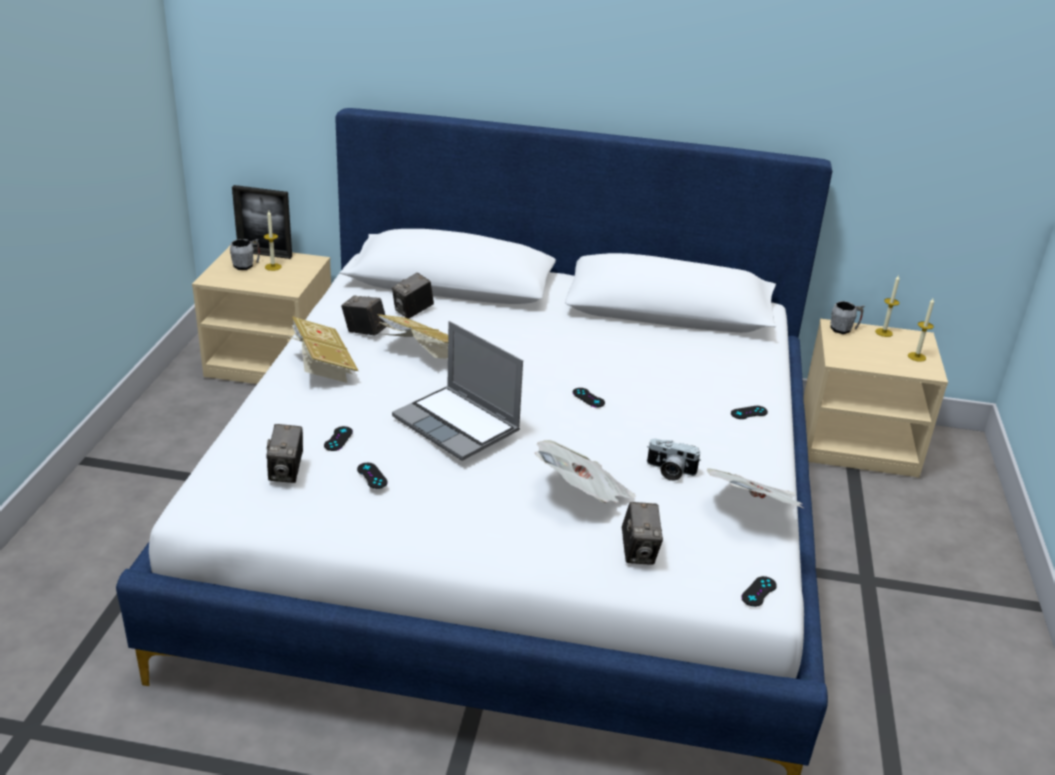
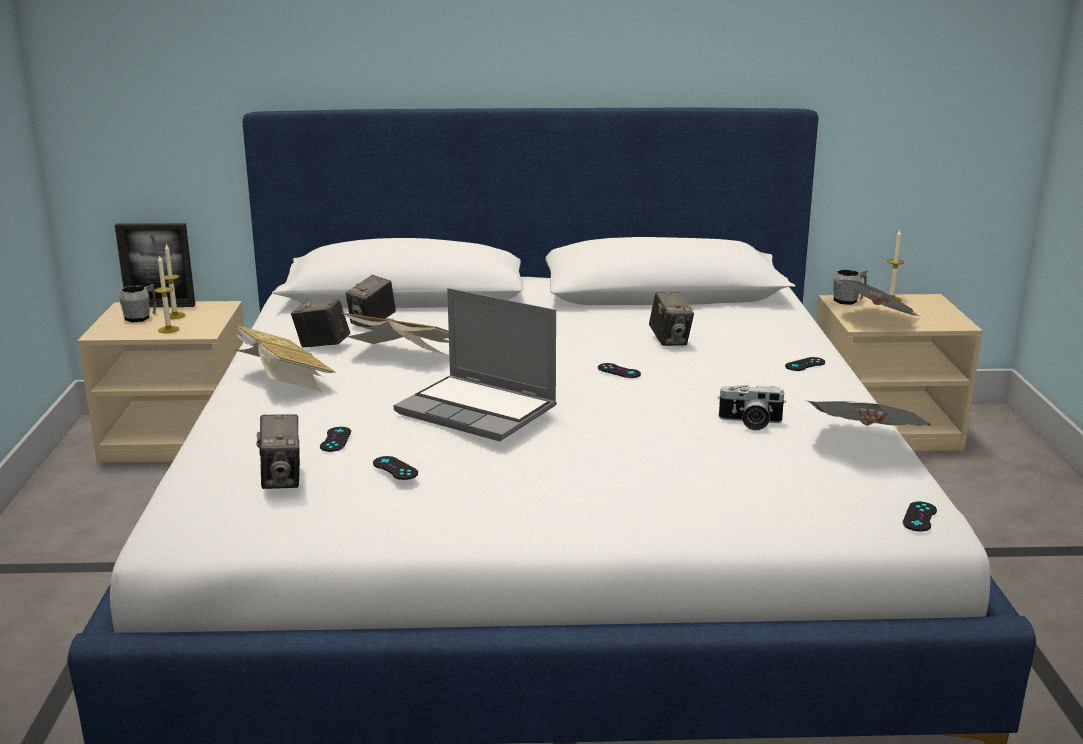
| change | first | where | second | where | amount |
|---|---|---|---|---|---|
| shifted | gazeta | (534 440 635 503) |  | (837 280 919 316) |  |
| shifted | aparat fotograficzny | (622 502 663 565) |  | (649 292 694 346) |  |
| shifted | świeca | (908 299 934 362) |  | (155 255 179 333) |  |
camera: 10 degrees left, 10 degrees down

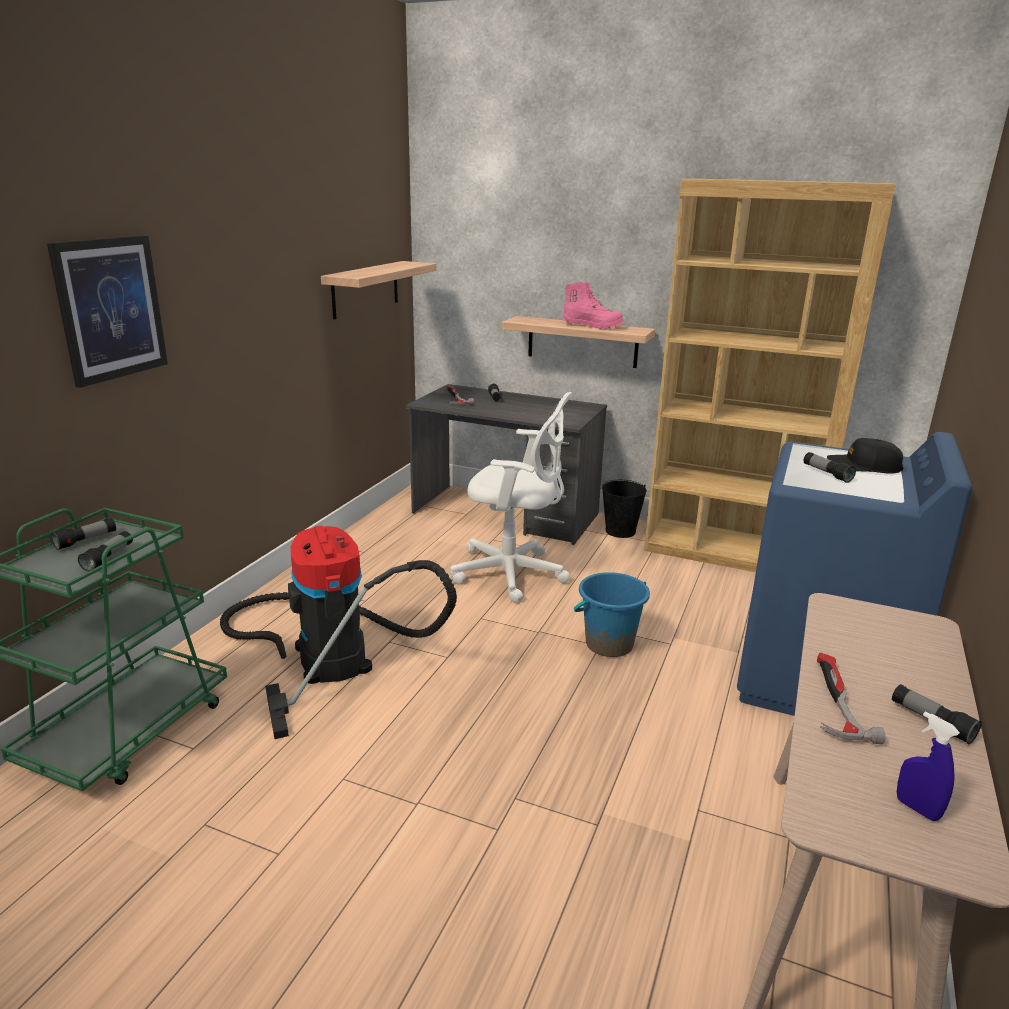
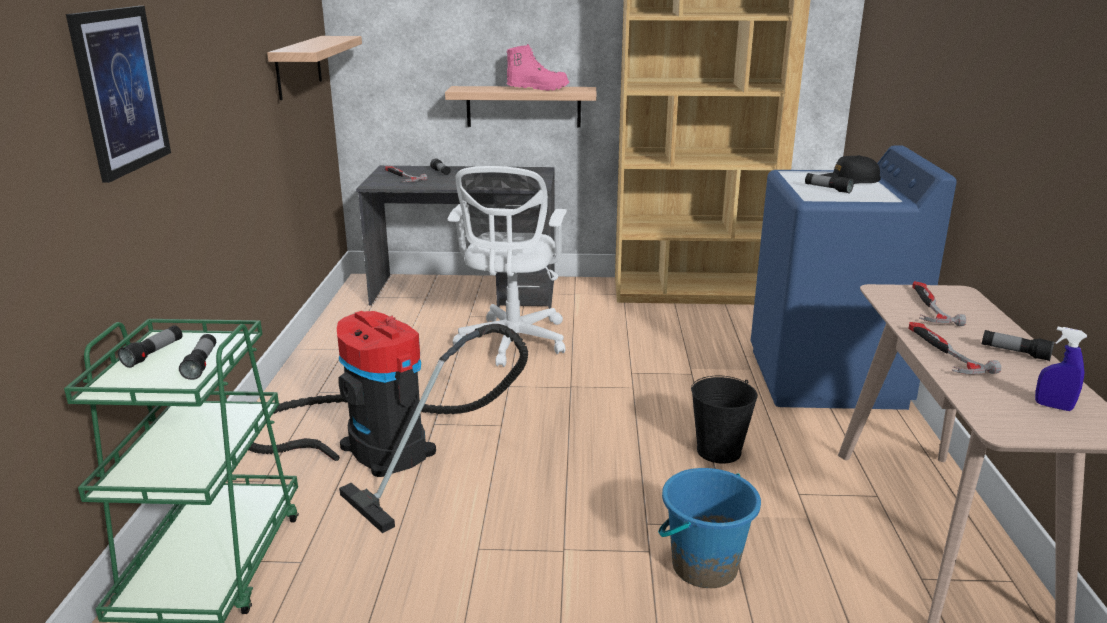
| change | first | where | second | where | amount |
|---|---|---|---|---|---|
| new |  |  | młotek | (912 281 966 326) |  |
| shifted | wiadro [niebieski] | (574 572 650 657) |  | (658 468 761 588) |  |
| shifted | wiadro [czarny] | (602 480 647 538) |  | (691 376 758 464) |  |
| rotated | krzesło biurowe [biały] | (450 392 572 603) |  | (447 166 567 367) | 105 degrees clockwise |
camera: 20 degrees left, 0 degrees up

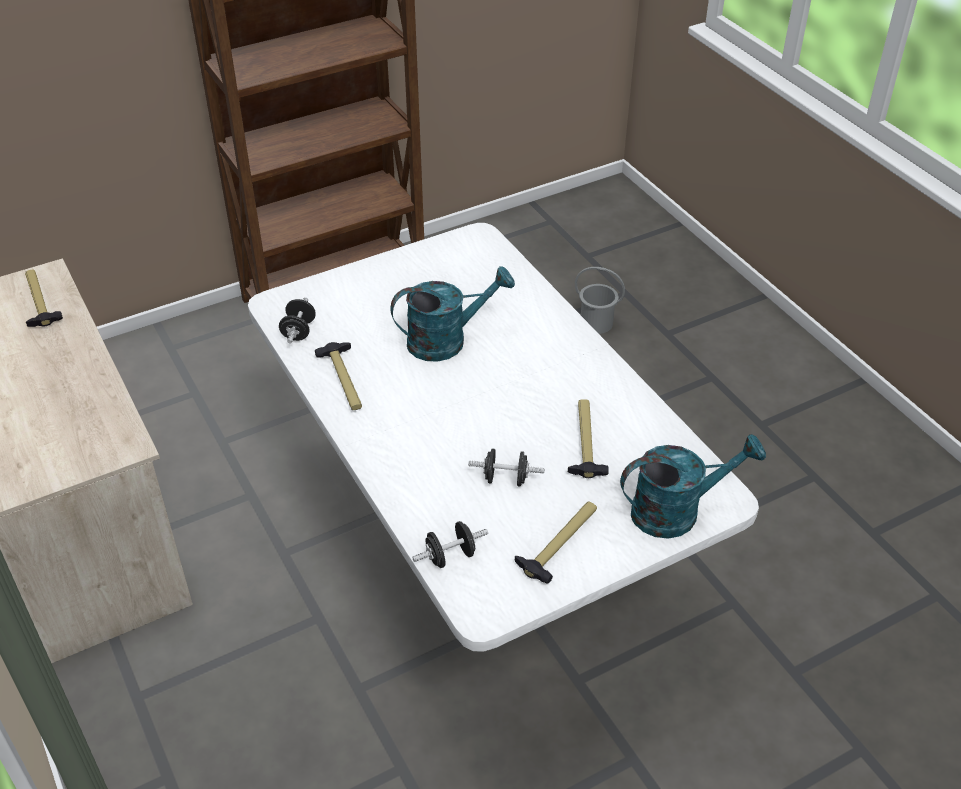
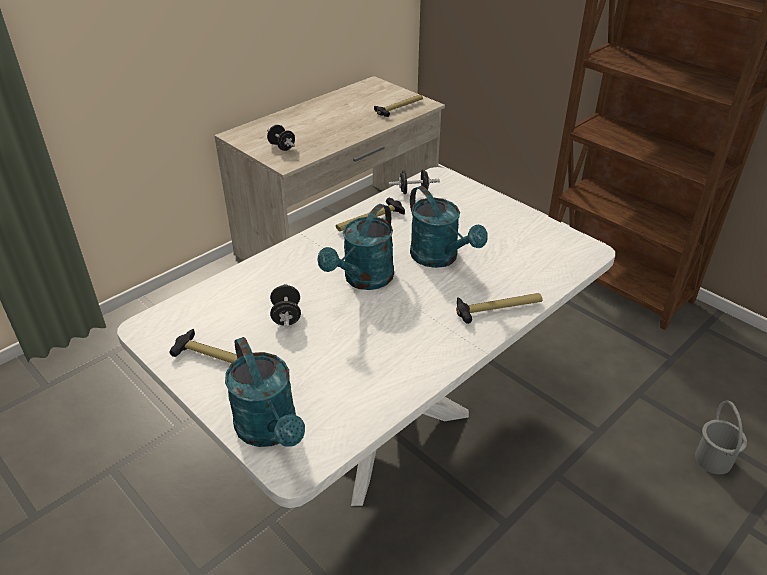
| change | first | where | second | where | amount |
|---|---|---|---|---|---|
| new |  |  | konewka [turkusowy] | (318 204 394 290) |  |
| shifted | hantel [czarny] | (412 521 488 568) |  | (267 125 295 151) |  |
| shifted | młotek | (568 399 609 478) |  | (456 293 543 324) |  |
camera: 75 degrees right, 5 degrees down

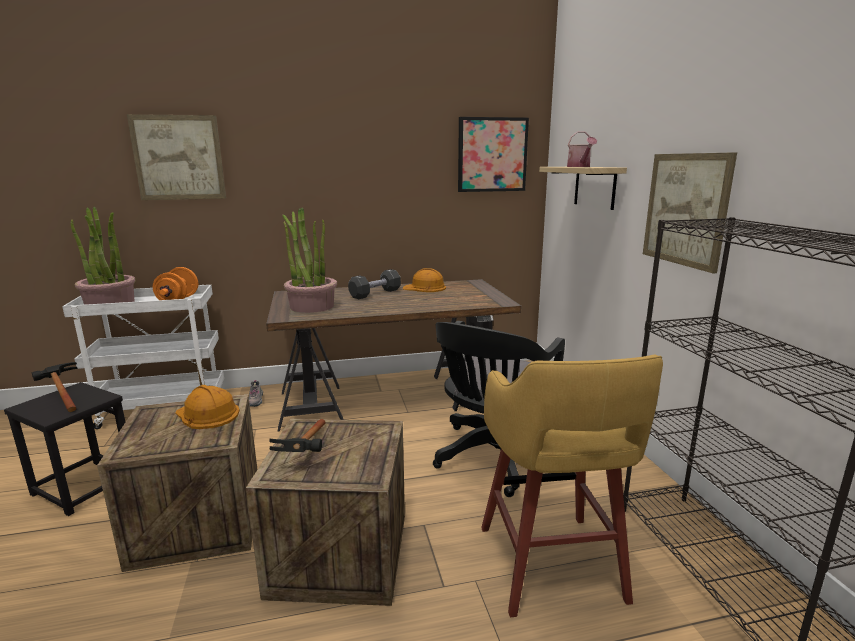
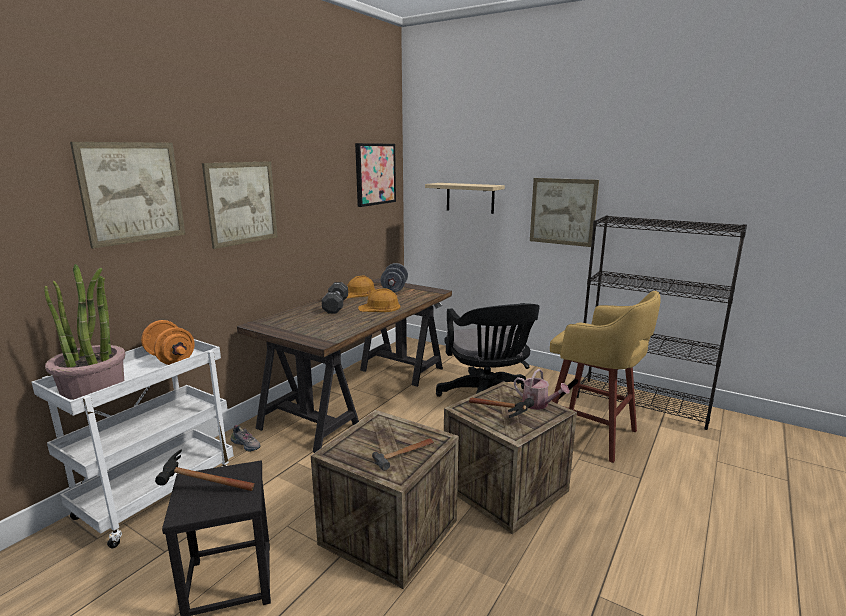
| change | first | where | second | where | amount |
|---|---|---|---|---|---|
| gone | roślina doniczkowa | (282 208 337 313) |  |  |  |
| new |  |  | obraz | (202 161 278 249) |  |
| new |  |  | młotek | (372 438 434 471) |  |
| new |  |  | hantel [szary] | (381 263 408 292) |  |
| shifted | kask [pomarańczowy] | (175 385 240 429) |  | (358 288 400 312) |  |
| shifted | konewka | (567 132 597 167) |  | (514 369 570 410) |  |
camera: 45 degrees left, 0 degrees up

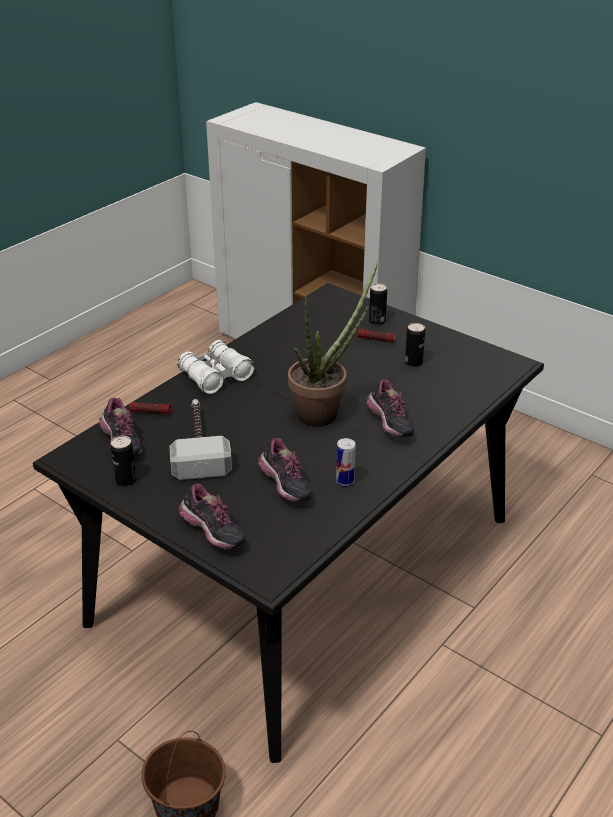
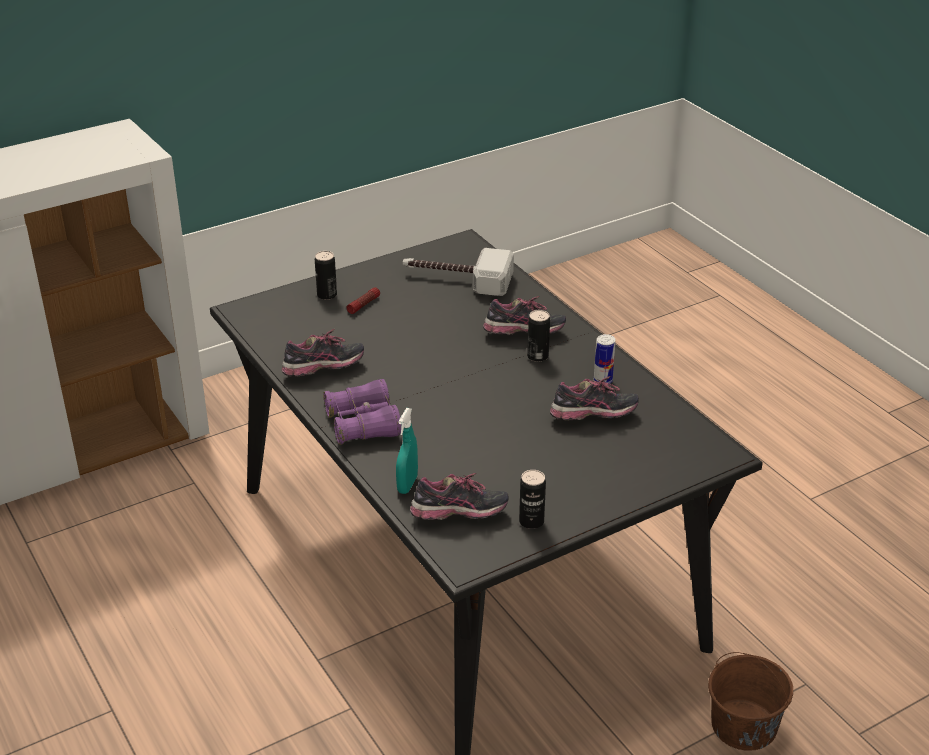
| change | first | where | second | where | amount |
|---|---|---|---|---|---|
| gone | roślina doniczkowa | (288 262 378 427) |  |  |  |
| shifted | młotek | (169 399 232 480) |  | (403 248 514 296) |  |
| shifted | but | (178 484 246 549) |  | (282 329 364 377) |  |
| shifted | puszka | (405 323 425 367) |  | (527 310 550 362) |  |
| swapped | latarka | (129 402 171 414) | spryskiwacz [turkusowy] | (396 408 418 494) |  |
| repainted | lornetka [biały] | (177 340 254 394) | lornetka [fioletowy] | (323 379 401 445) |  |
camera: 70 degrees left, 0 degrees up

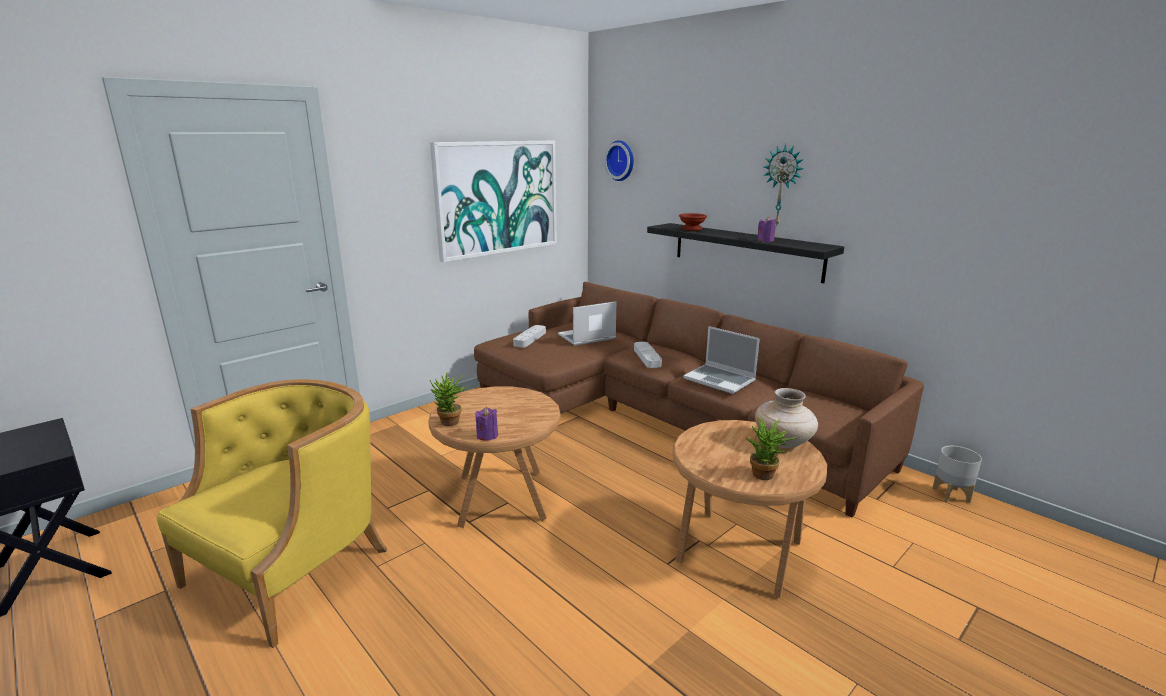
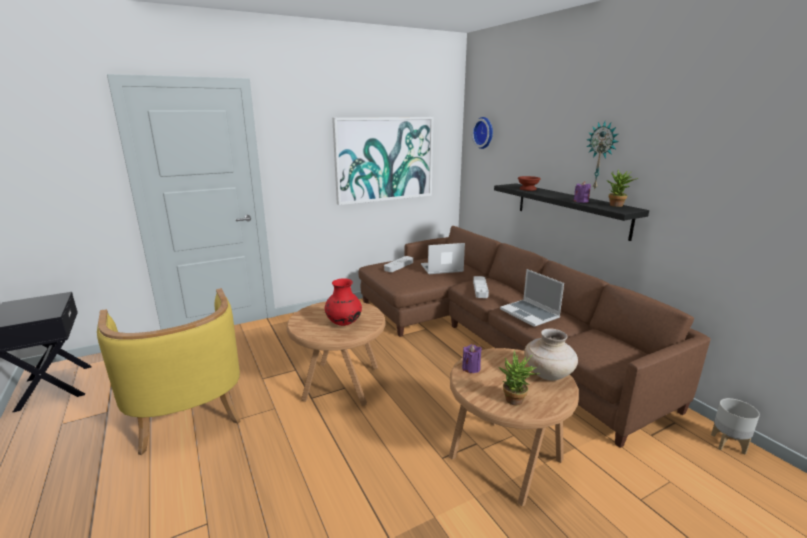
| change | first | where | second | where | amount |
|---|---|---|---|---|---|
| new |  |  | wazon [czerwony] | (325 278 362 326) |  |
| shifted | roślina doniczkowa | (430 372 466 426) |  | (607 170 638 207) |  |
| shifted | świeca [fioletowy] | (475 407 498 441) |  | (462 344 482 373) |  |
| rotated | fotel [żółty] | (157 379 387 648) |  | (97 288 240 455) | 105 degrees clockwise |
camera: 15 degrees right, 0 degrees up

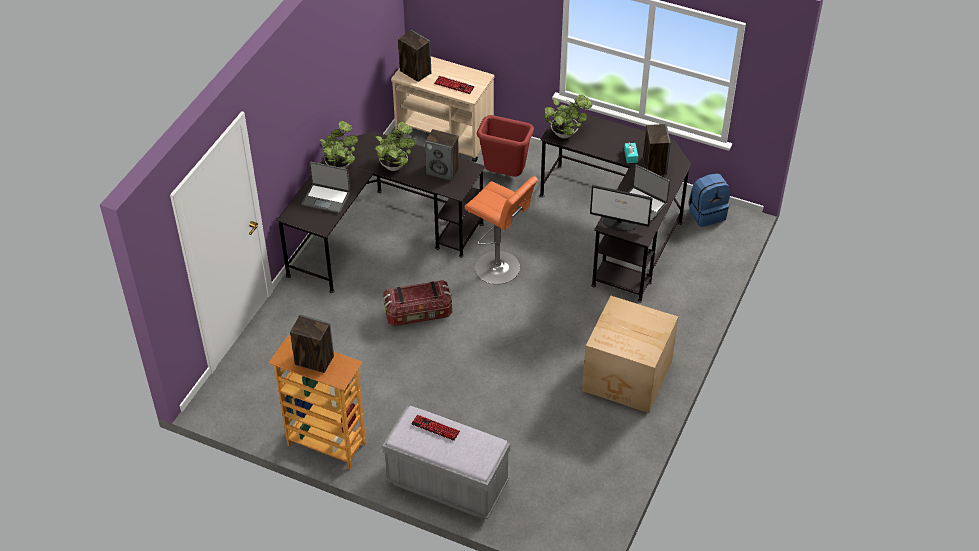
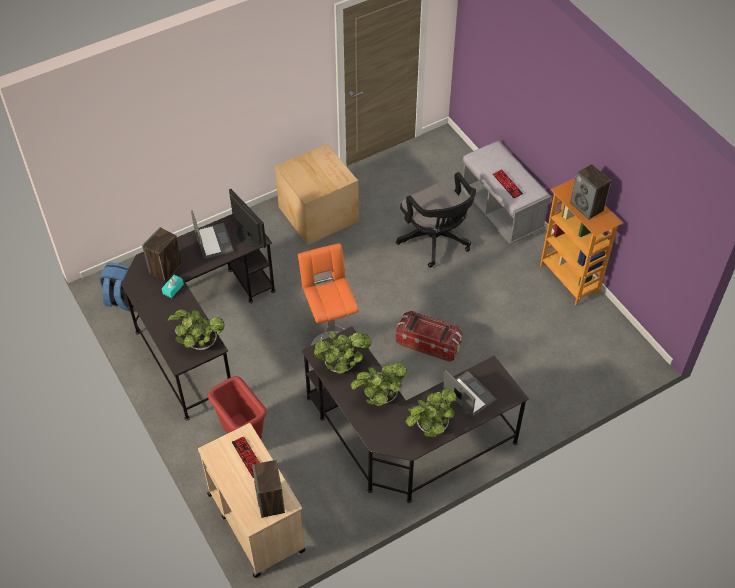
| change | first | where | second | where | amount |
|---|---|---|---|---|---|
| new |  |  | krzesło biurowe [czarny] | (396 172 476 268) |  |
| swapped | głośnik | (425 129 459 181) | roślina doniczkowa | (314 331 371 374) |  |
camera: 145 degrees left, 5 degrees up

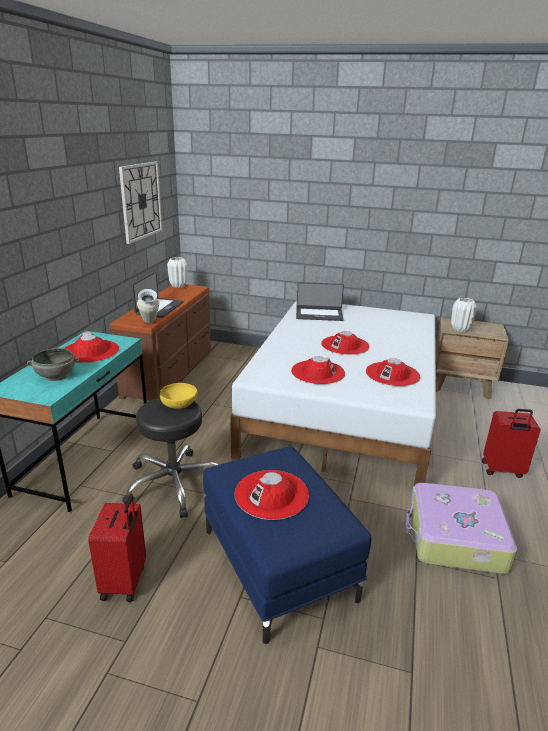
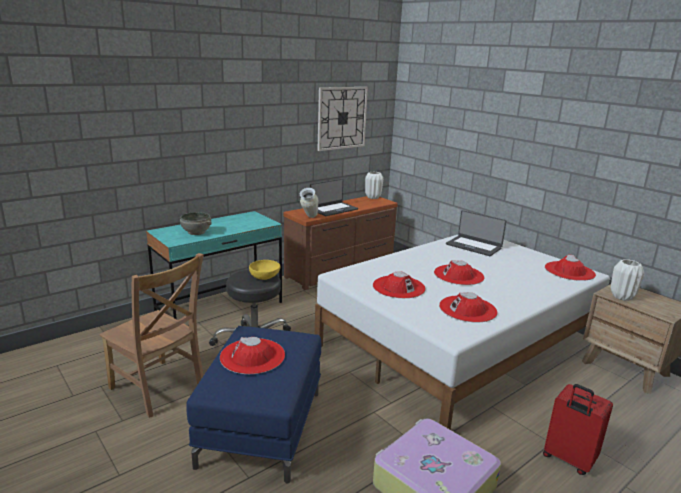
| change | first | where | second | where | amount |
|---|---|---|---|---|---|
| shifted | kapelusz [czerwony] | (64 332 119 363) |  | (545 255 596 281) |  |
| swapped | walizka [czerwony] | (88 495 146 602) | krzesło [brązowy] | (99 253 204 418) |  |
camera: 35 degrees right, 5 degrees down

